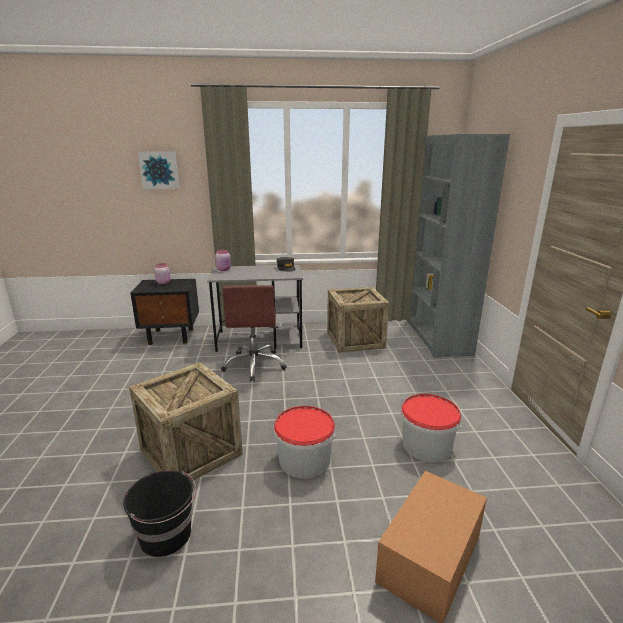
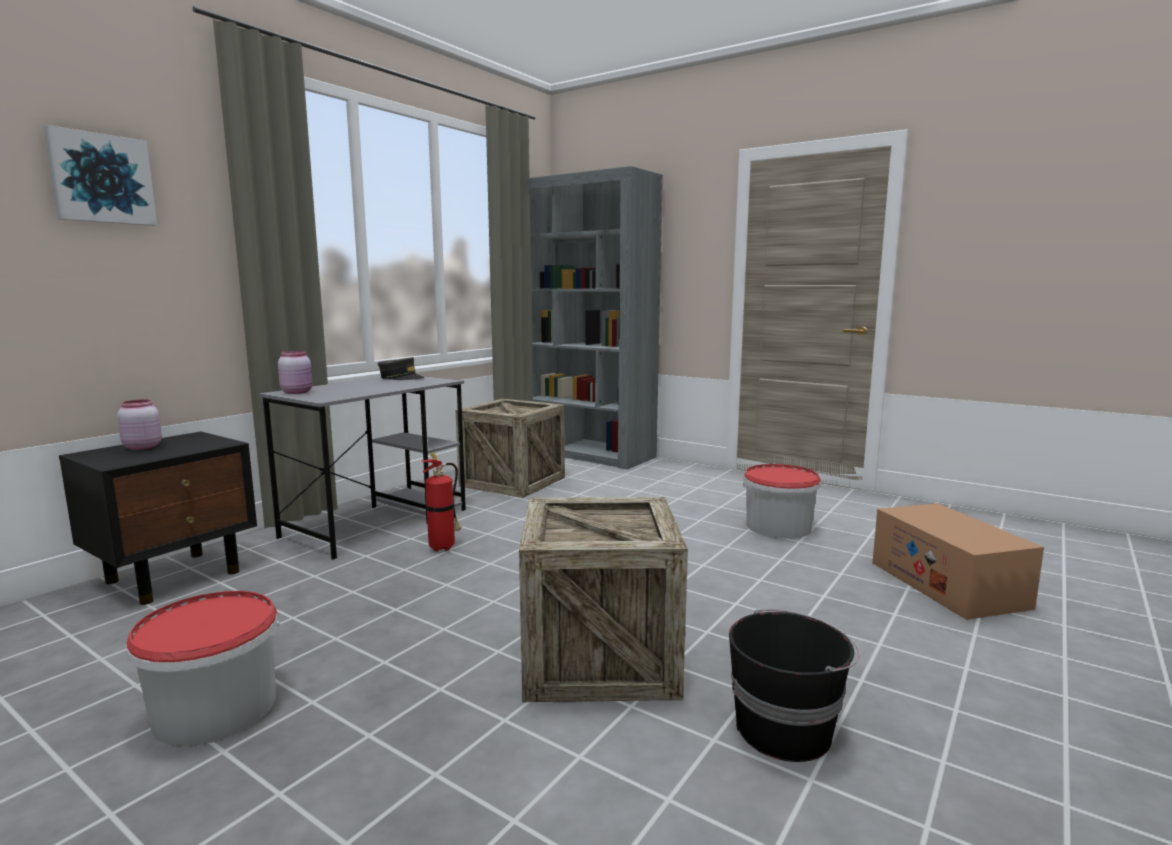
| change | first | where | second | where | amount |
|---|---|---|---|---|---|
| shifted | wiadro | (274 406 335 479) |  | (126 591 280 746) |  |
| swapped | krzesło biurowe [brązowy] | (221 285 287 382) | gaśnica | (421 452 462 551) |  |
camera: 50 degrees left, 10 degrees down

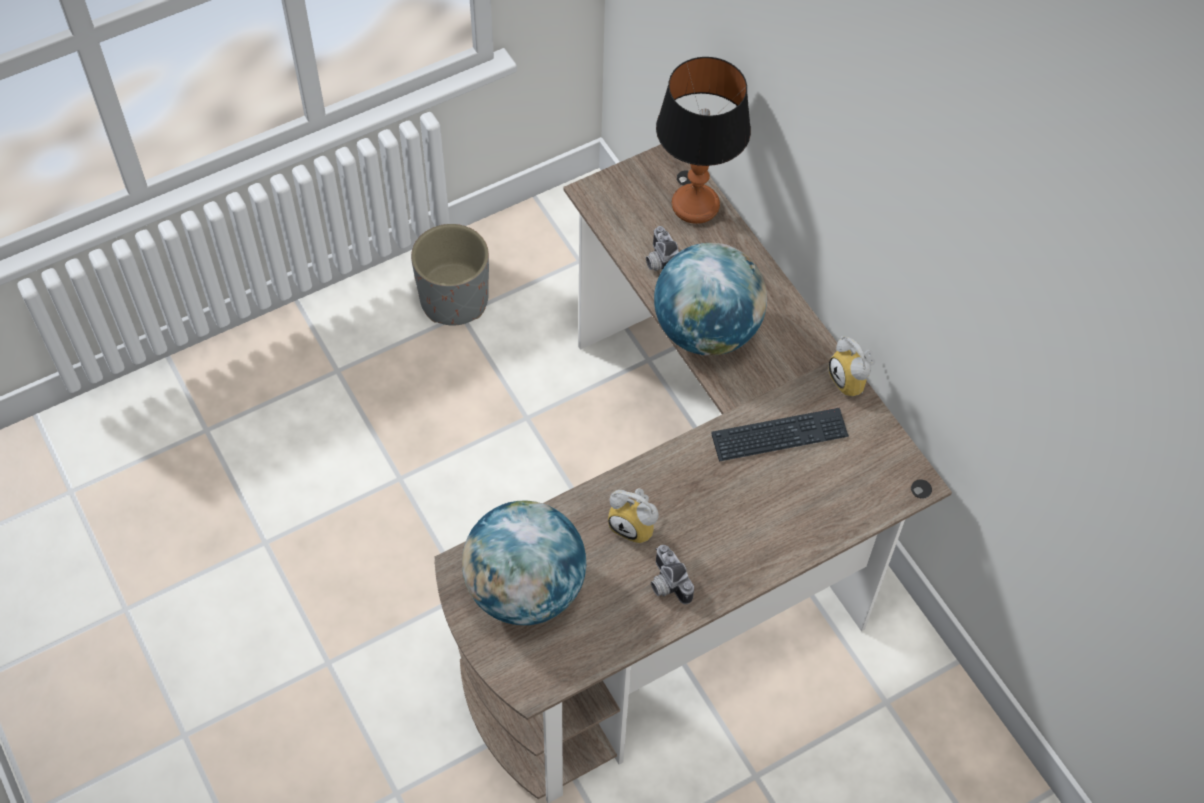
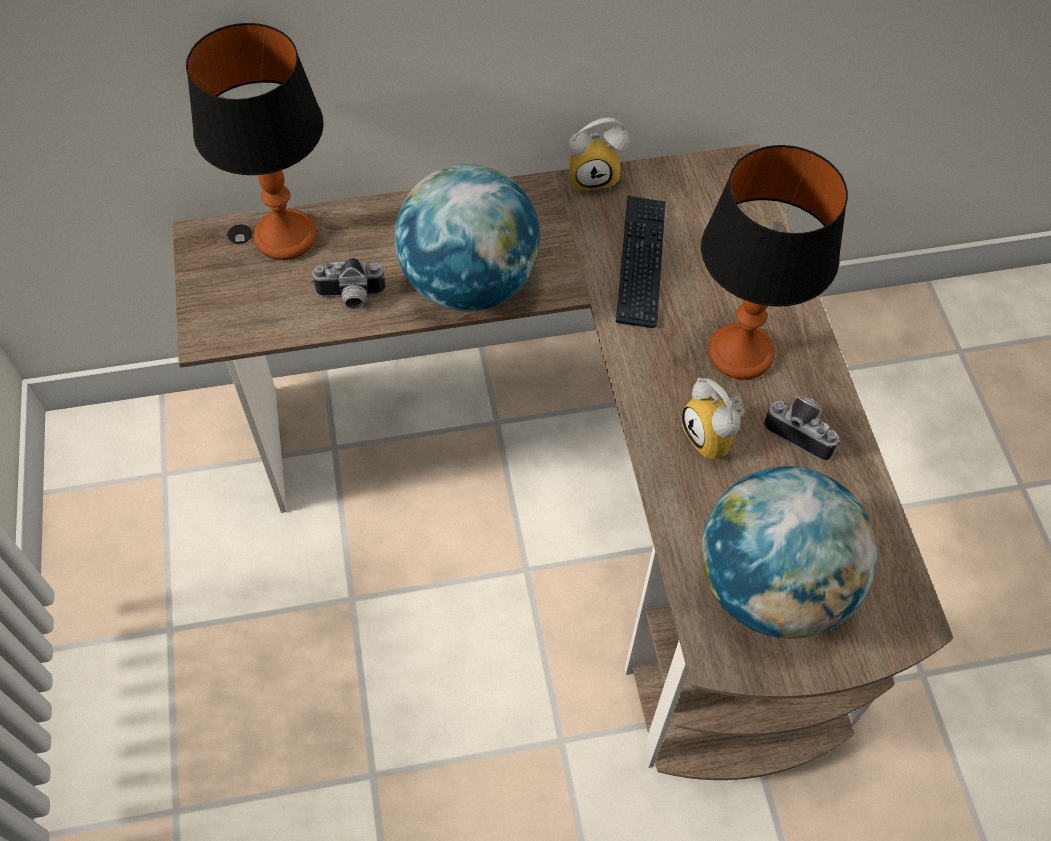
| change | first | where | second | where | amount |
|---|---|---|---|---|---|
| gone | donica [szary] | (411 224 489 326) |  |  |  |
| new |  |  | lampa stołowa | (701 145 848 380) |  |
| rotated | budzik | (608 488 659 544) |  | (682 378 745 459) | 105 degrees clockwise |
| rotated | aparat fotograficzny | (651 545 694 604) |  | (764 396 840 461) | 135 degrees counterclockwise |
camera: 70 degrees left, 0 degrees up

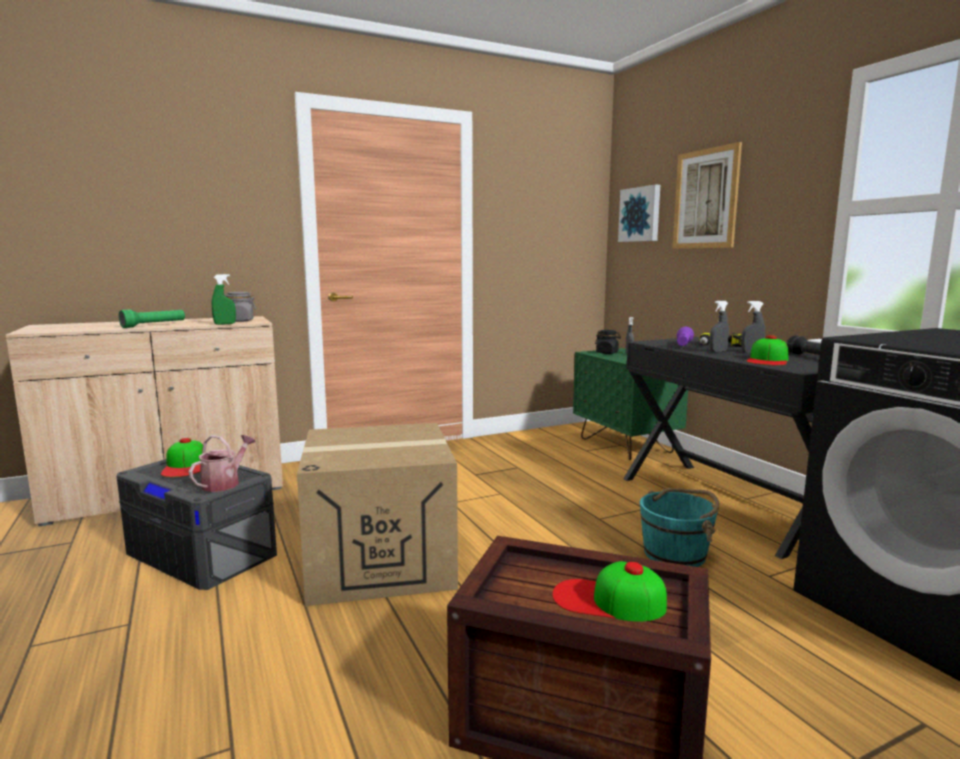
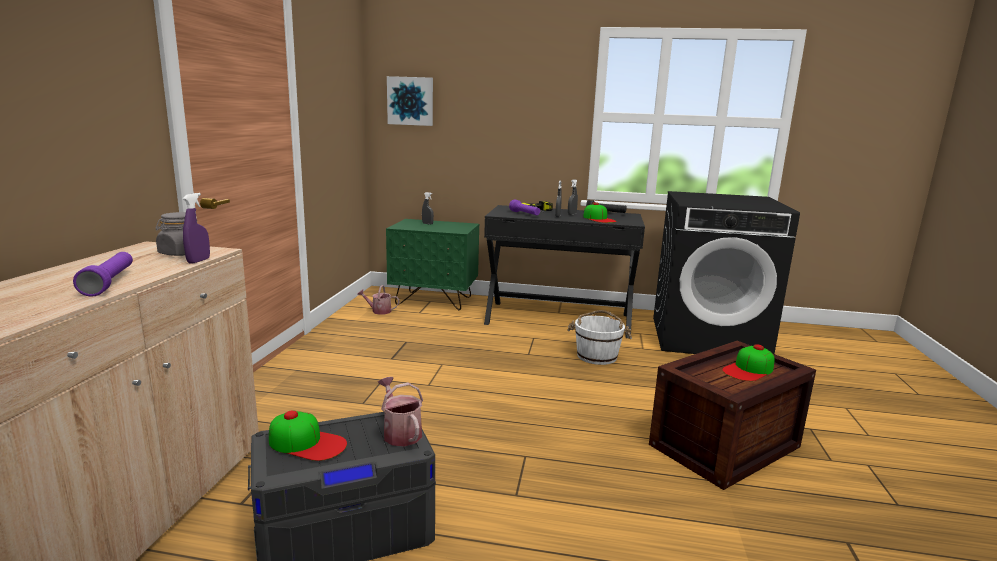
| change | first | where | second | where | amount |
|---|---|---|---|---|---|
| gone | karton | (297 423 458 606) |  |  |  |
| gone | słoik [czarny] | (595 330 621 354) |  |  |  |
| gone | obraz | (673 142 742 249) |  |  |  |
| new |  |  | konewka | (357 285 400 315) |  |
| repainted | latarka [zielony] | (119 310 185 328) | latarka [fioletowy] | (73 252 133 296) |  |
| repainted | spryskiwacz [zielony] | (212 274 236 325) | spryskiwacz [fioletowy] | (183 193 210 264) |  |
| repainted | wiadro [turkusowy] | (640 488 720 567) | wiadro [biały] | (567 310 632 365) |  |
camera: 55 degrees left, 5 degrees up

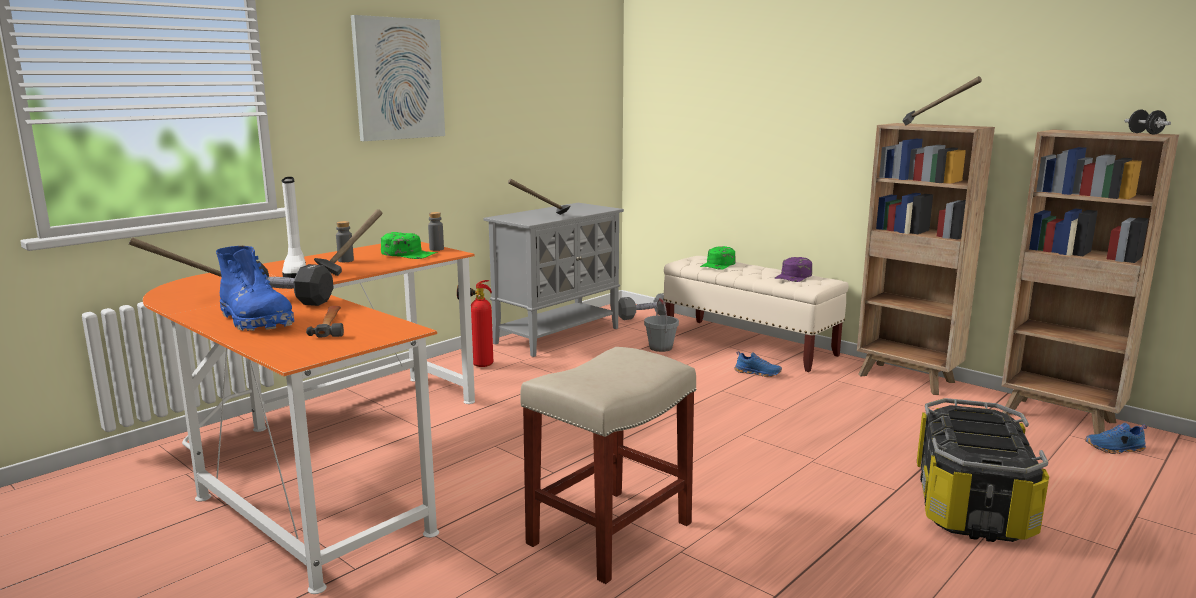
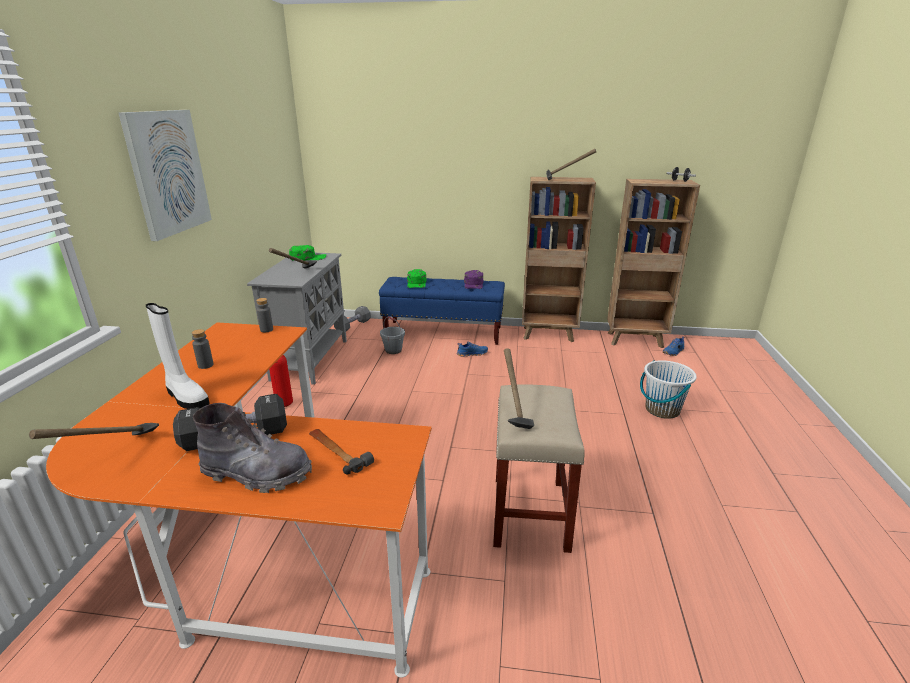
| change | first | where | second | where | amount |
|---|---|---|---|---|---|
| shifted | młotek | (314 209 382 276) |  | (504 348 534 429) |  |
| shifted | czapka z daszkiem [zielony] | (381 232 437 259) |  | (289 245 326 261) |  |
| swapped | pojemnik do przechowywania | (917 398 1049 542) | wiadro [biały] | (640 360 697 419) |  |
| repainted | but z cholewką [niebieski] | (216 246 294 331) | but z cholewką [szary] | (193 403 312 493) |  |
| repainted | ławka [beżowy] | (663 256 849 372) | ławka [niebieski] | (379 277 505 345) |  |
camera: 35 degrees left, 10 degrees up

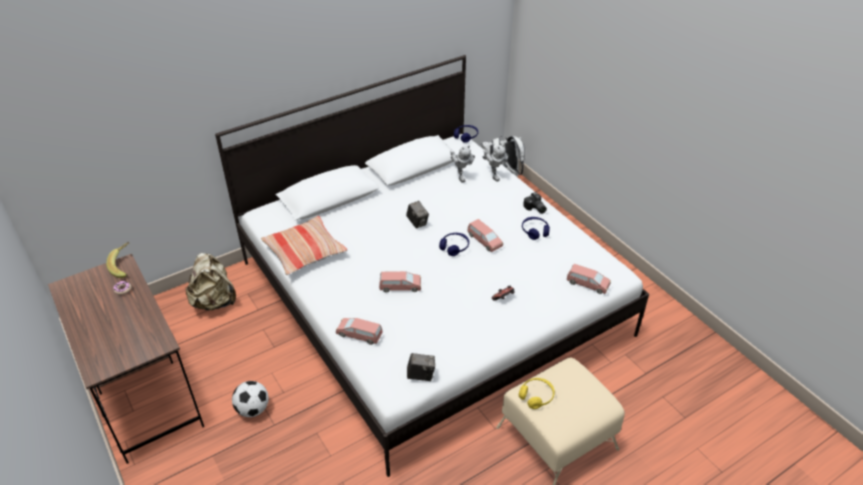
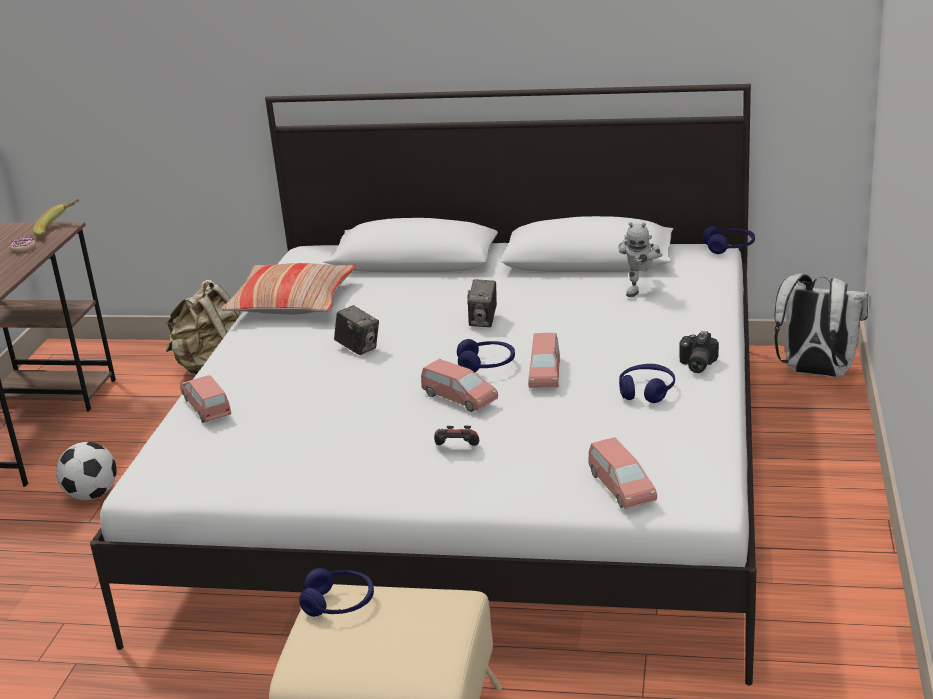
| change | first | where | second | where | amount |
|---|---|---|---|---|---|
| gone | robot zabawkowy | (483 144 509 182) |  |  |  |
| shifted | samochodzik [różowy] | (379 271 421 292) |  | (421 359 498 412) |  |
| shifted | aparat fotograficzny | (407 353 435 381) |  | (334 305 379 355) |  |
| repainted | słuchawki [żółty] | (519 378 555 409) | słuchawki [niebieski] | (299 568 374 617) |  |
camera: 45 degrees right, 15 degrees down

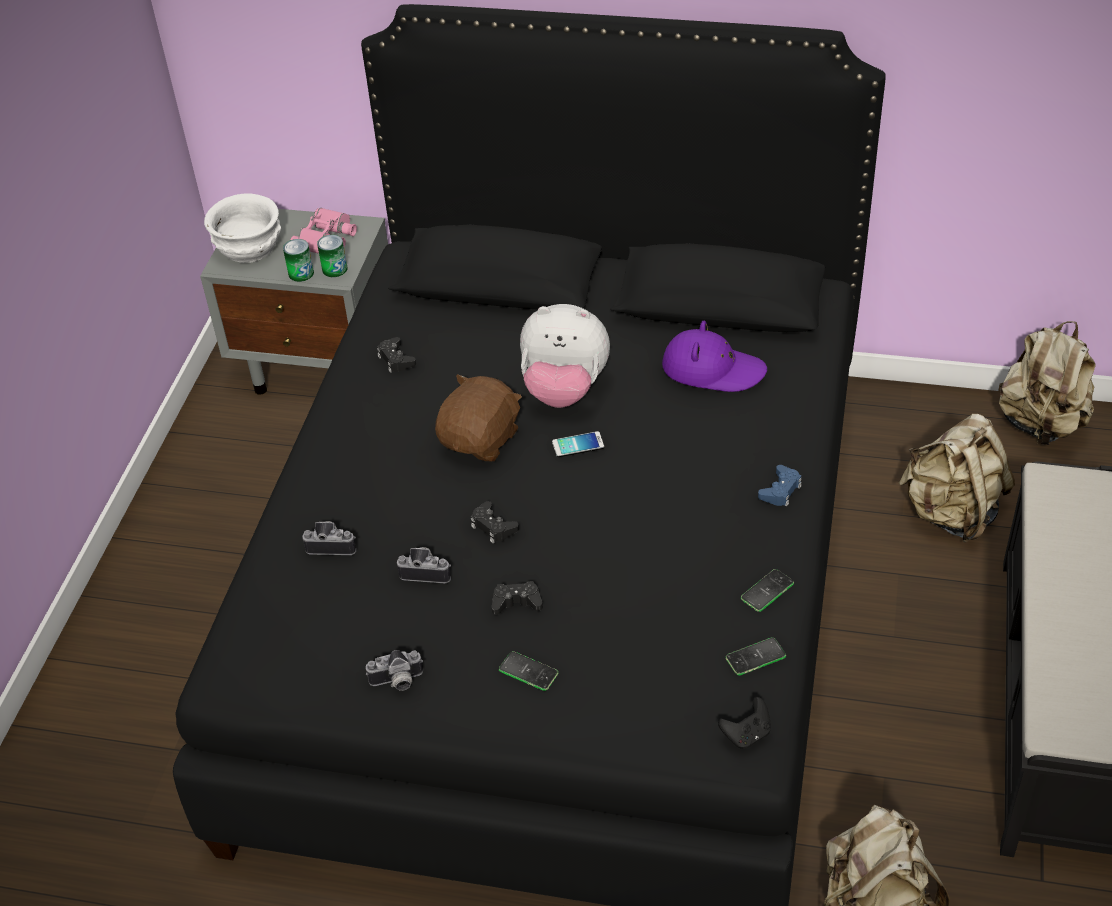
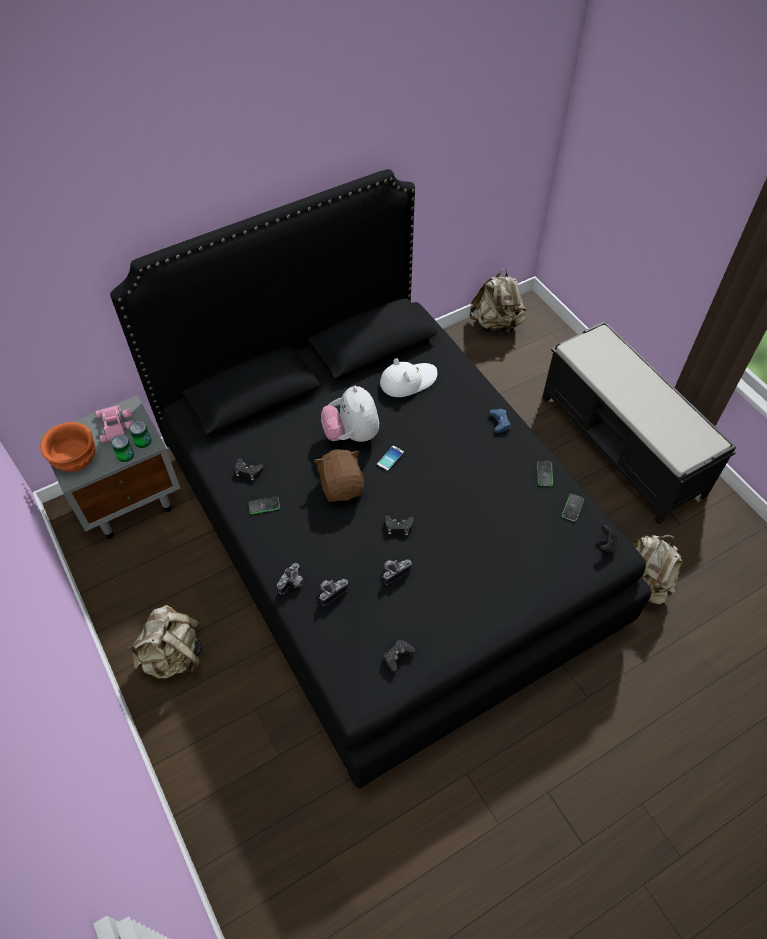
| change | first | where | second | where | amount |
|---|---|---|---|---|---|
| shifted | aparat fotograficzny | (366 650 423 691) |  | (277 563 304 594) |  |
| shifted | pad do gier [czarny] | (492 581 543 615) |  | (383 640 415 673) |  |
| shifted | telefon | (499 651 559 691) |  | (248 497 280 514) |  |
| shifted | plecak [beżowy] | (899 414 1015 542) |  | (129 605 201 679) |  |
| repainted | miska [biały] | (204 193 281 263) | miska [pomarańczowy] | (40 422 95 472) |  |
| repainted | kapelusz [fioletowy] | (662 321 767 392) | kapelusz [biały] | (380 358 438 397) |  |
| rotated | pluszak | (520 304 610 408) |  | (321 386 379 442) | 105 degrees clockwise |
camera: 45 degrees left, 10 degrees up

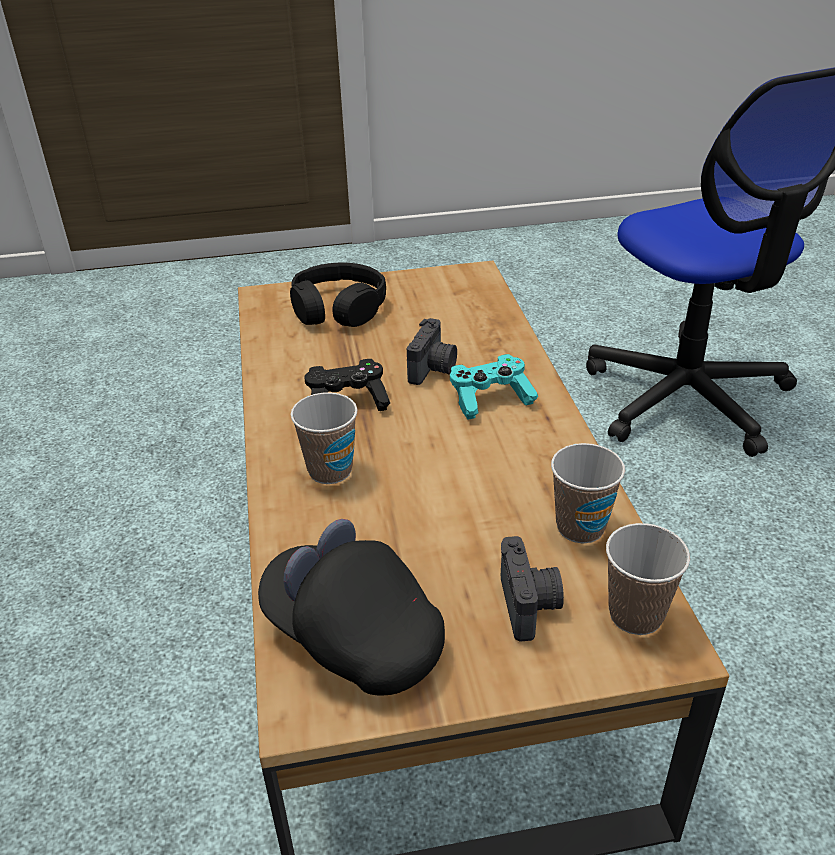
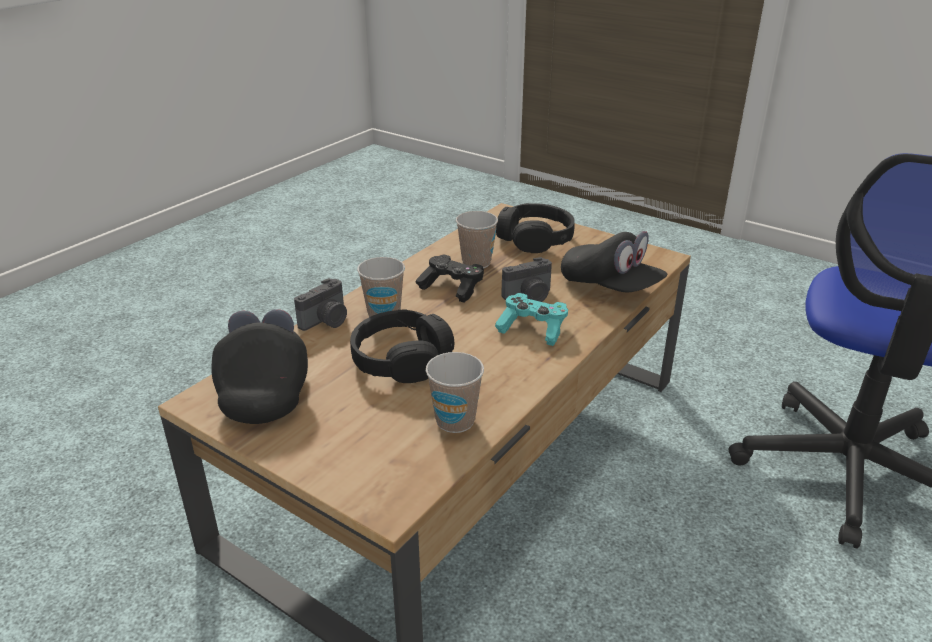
| change | first | where | second | where | amount |
|---|---|---|---|---|---|
| new |  |  | słuchawki [czarny] | (350 310 454 383) |  |
| new |  |  | czapka z daszkiem [czarny] | (561 231 667 292) |  |
| shifted | aparat fotograficzny | (501 536 564 642) |  | (294 278 347 331) |  |
| shifted | filiżanka | (606 523 690 635) |  | (456 211 498 268) |  |
camera: 45 degrees right, 5 degrees down

